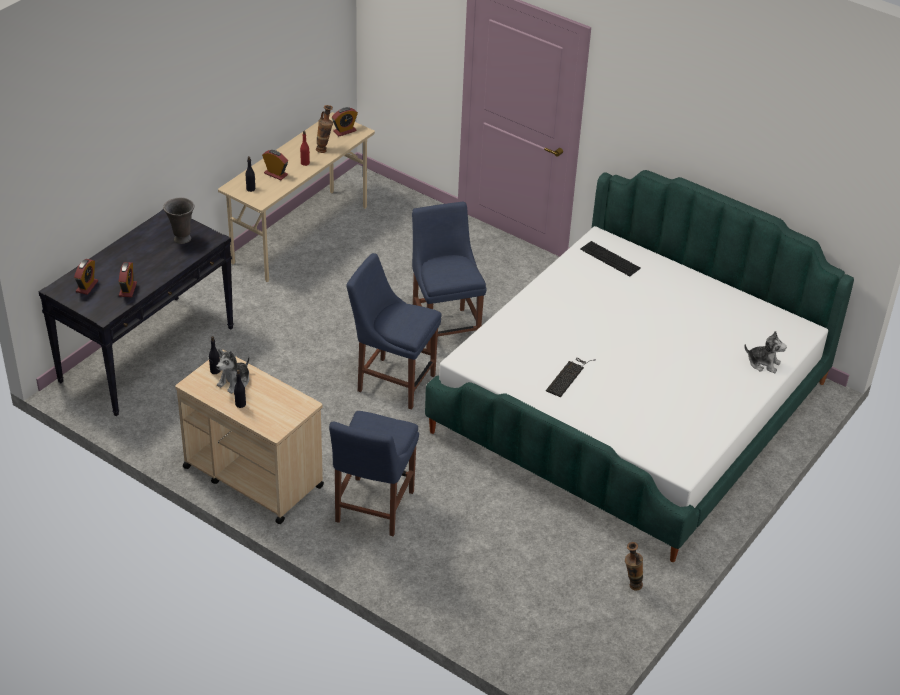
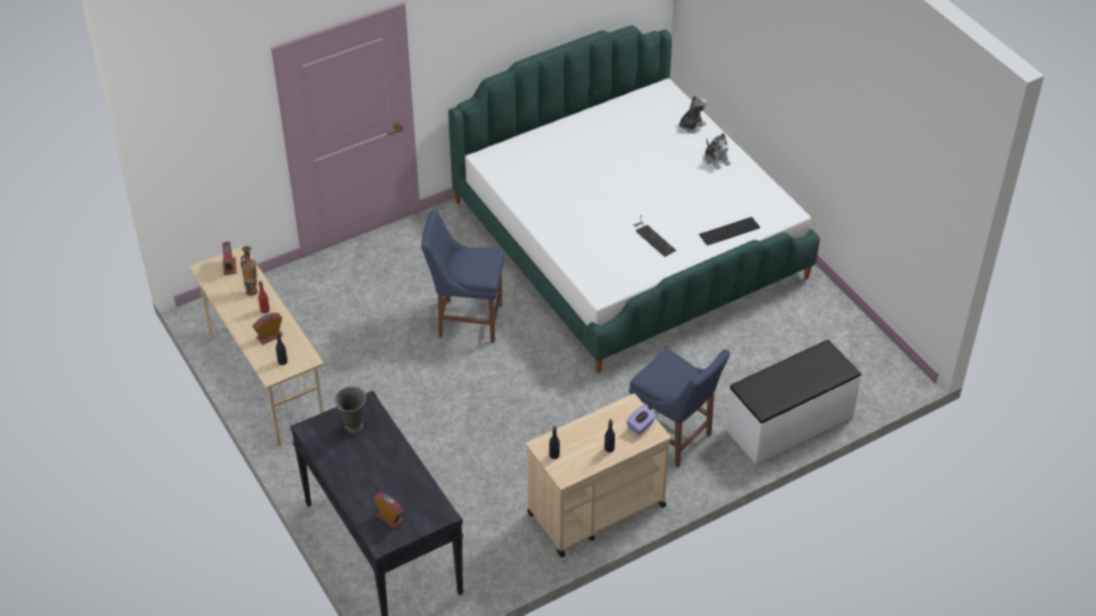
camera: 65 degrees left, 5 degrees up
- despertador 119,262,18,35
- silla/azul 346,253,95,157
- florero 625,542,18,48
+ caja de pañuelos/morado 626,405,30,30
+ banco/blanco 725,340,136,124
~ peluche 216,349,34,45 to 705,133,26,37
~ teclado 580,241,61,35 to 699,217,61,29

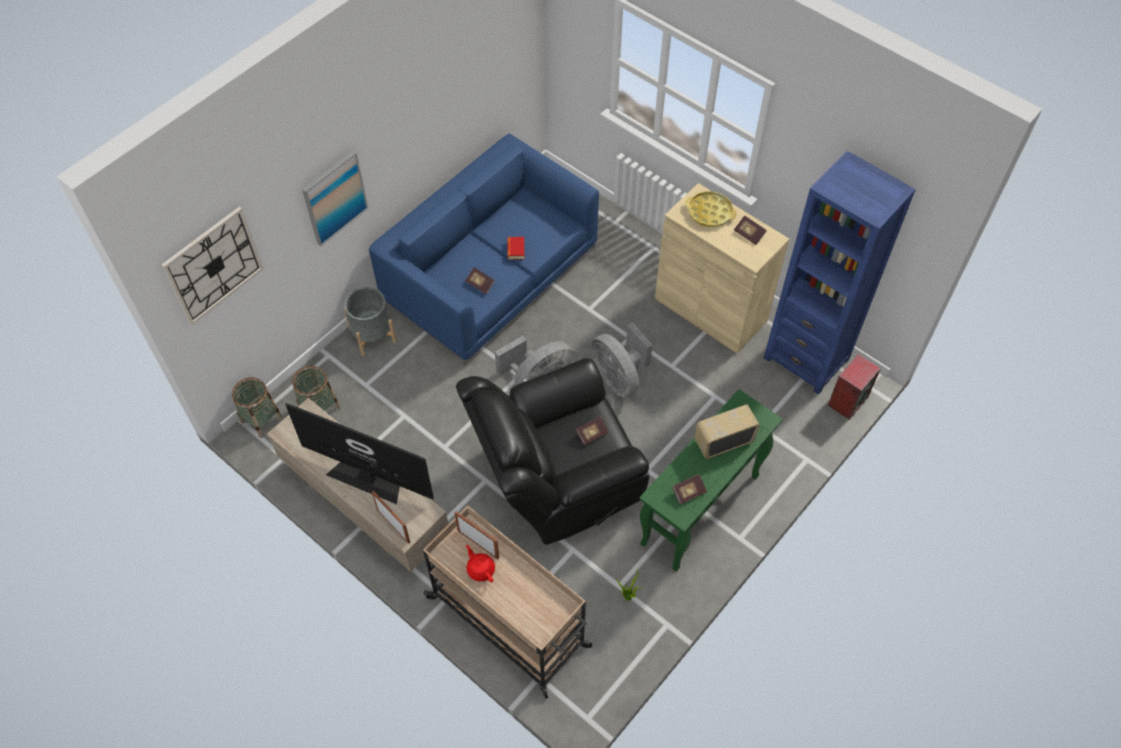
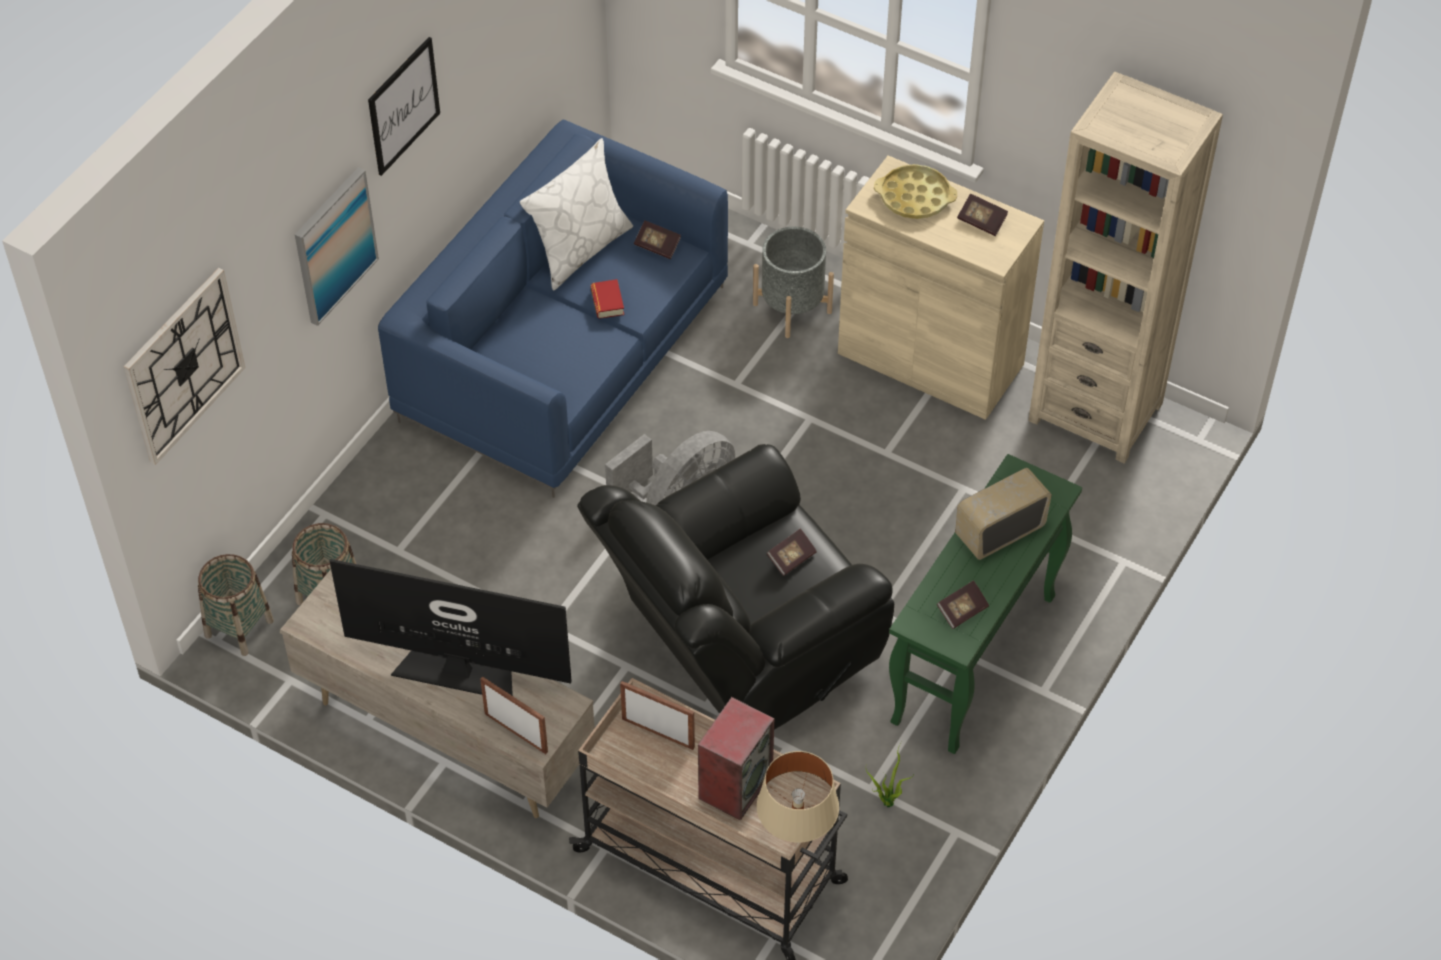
camera: 10 degrees left, 5 degrees down
- tetera/rojo 466,545,29,37
- ventilador/gris 591,322,62,75
+ cuadro 368,37,72,139
+ cojín/blanco 520,138,113,152
+ lámpara de mesa/beis 757,751,82,92
~ maceta/gris 344,287,52,69 to 753,227,81,111
~ libro 465,267,30,27 to 634,221,47,38
~ altavoz 828,354,53,66 to 698,697,76,124
~ estantería/azul 764,151,152,244 to estantería/beis 1028,71,195,392

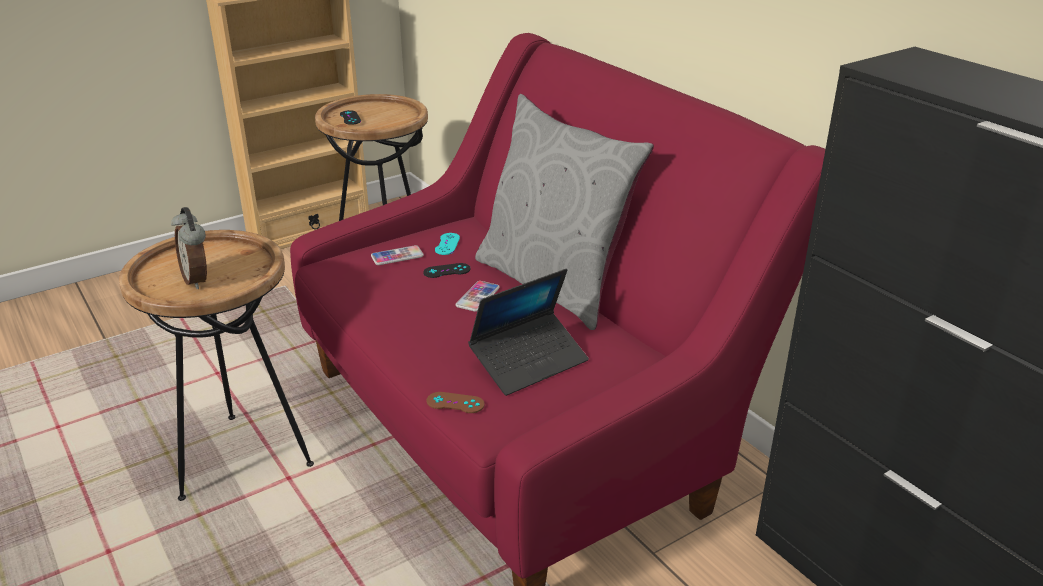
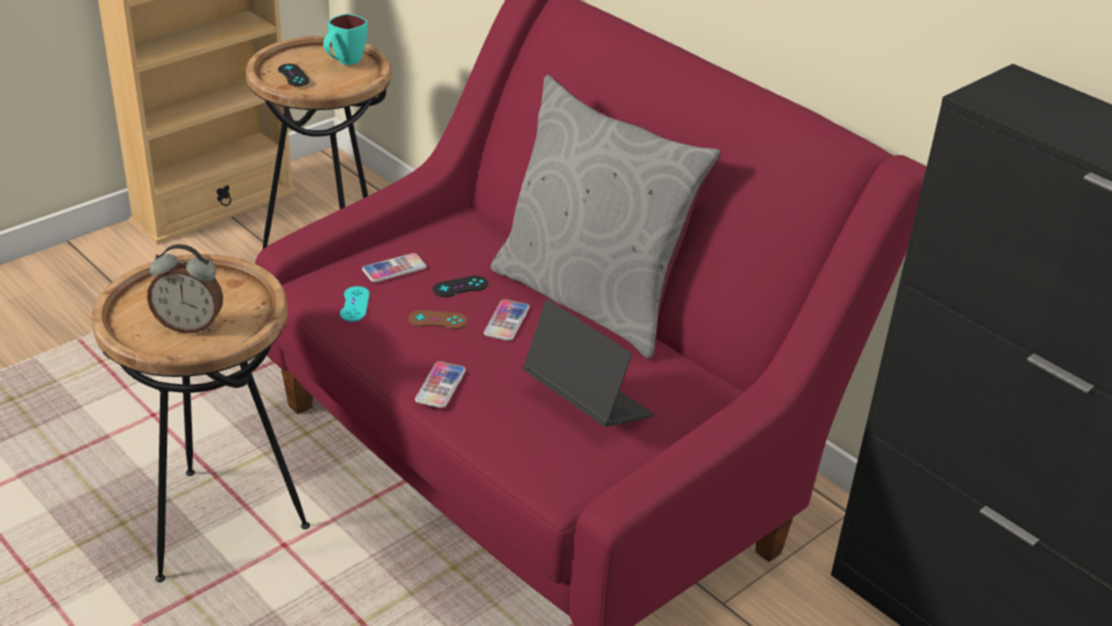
camera: 10 degrees left, 5 degrees up
+ taza grande/turquesa 323,14,44,51
+ móvil 415,361,51,47
~ mando de consola/marrón 426,392,59,21 to 408,310,59,20
~ mando de consola/turquesa 435,233,25,22 to 340,286,30,36
~ despertador 171,207,36,82 = 147,244,76,89 45 degrees counterclockwise
~ portátil 468,269,121,127 = 523,299,131,128 90 degrees counterclockwise

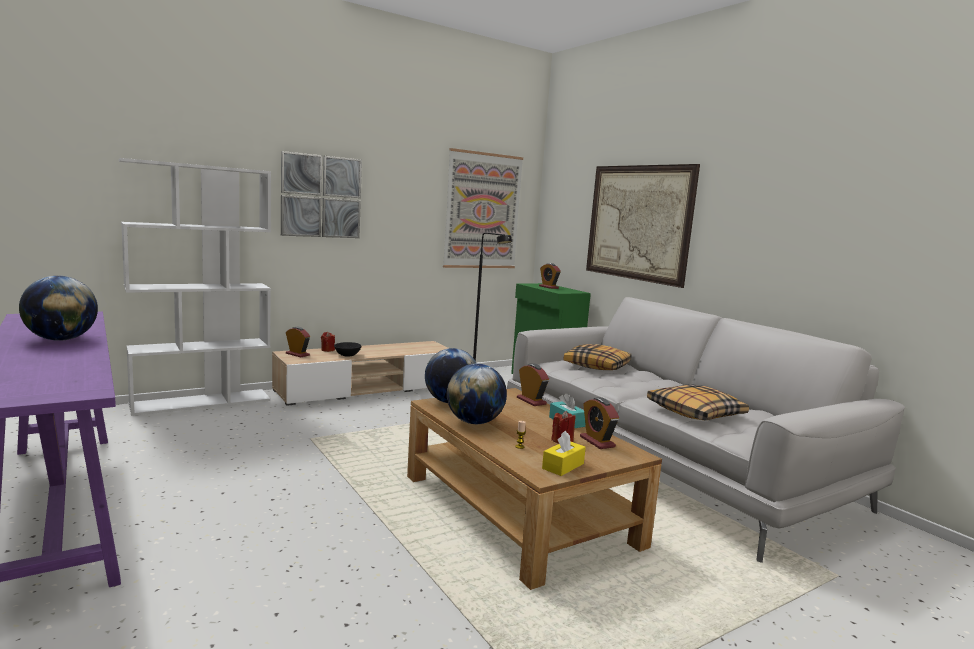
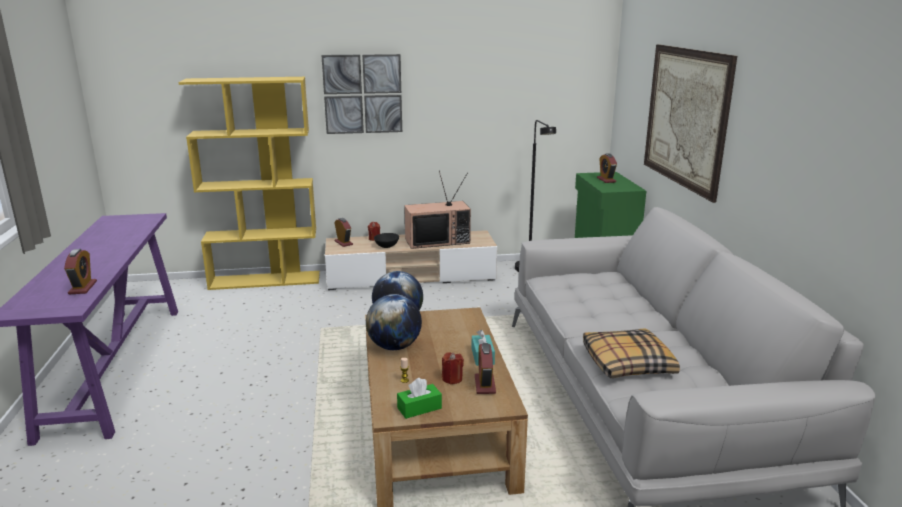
camera: 25 degrees right, 10 degrees up
- globo terráqueo 19,276,79,65
- cuadro 443,148,80,120
- cojín 563,344,69,26
+ televisor 404,171,67,78
~ despertador 517,364,32,42 to 64,249,33,45
~ estantería/blanco 119,158,152,258 to estantería/amarillo 179,77,141,213
~ caja de pañuelos/amarillo 542,431,44,45 to caja de pañuelos/verde 397,378,45,41

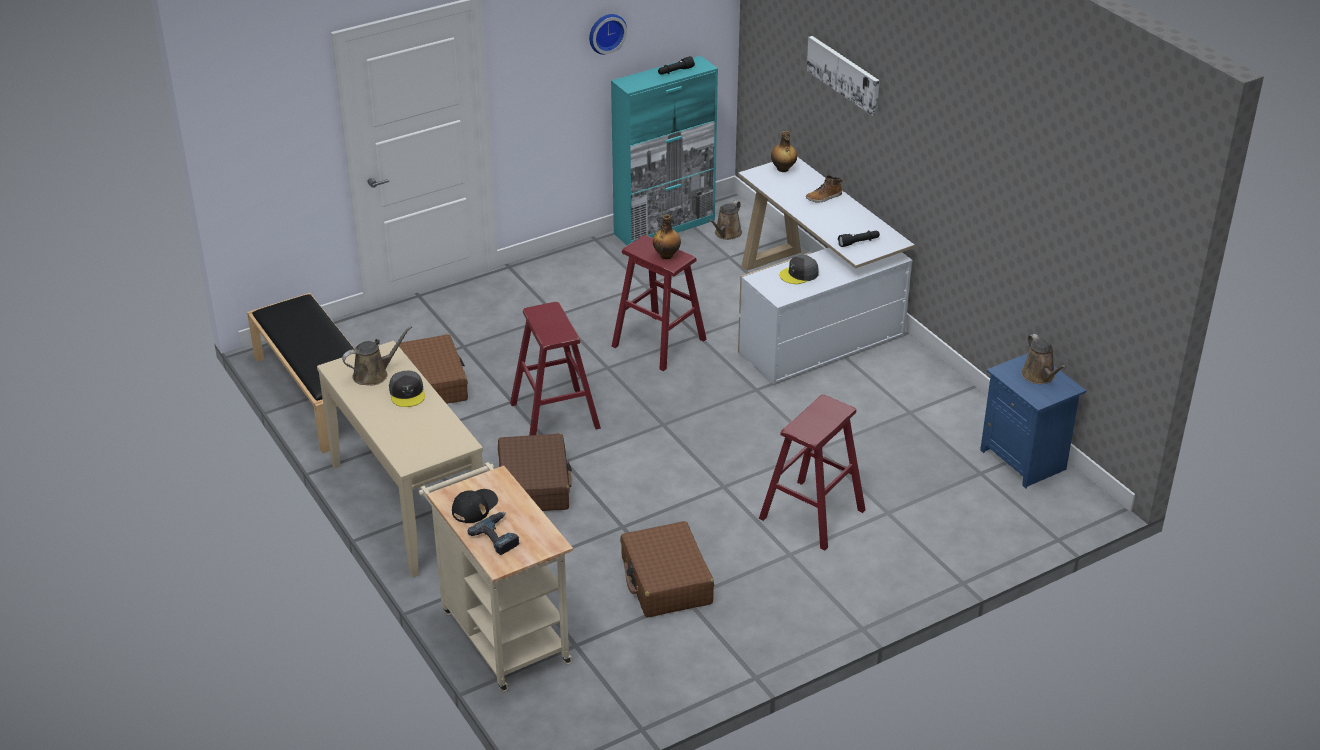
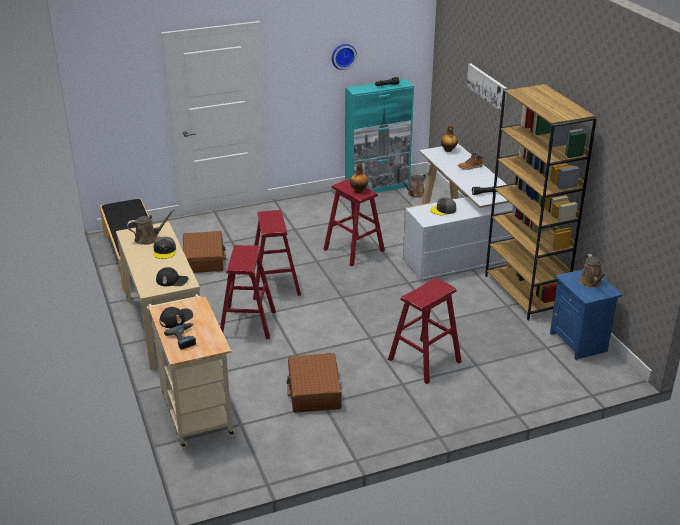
camera: 10 degrees right, 5 degrees down
+ gorra/negro 156,267,32,19
+ estantería/marrón 485,84,112,236
~ maleta/marrón 498,433,74,78 to taburete/rojo 220,245,56,94

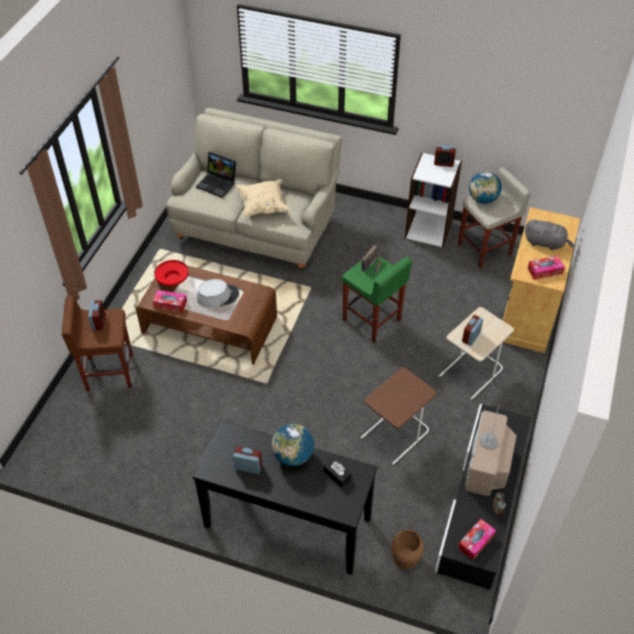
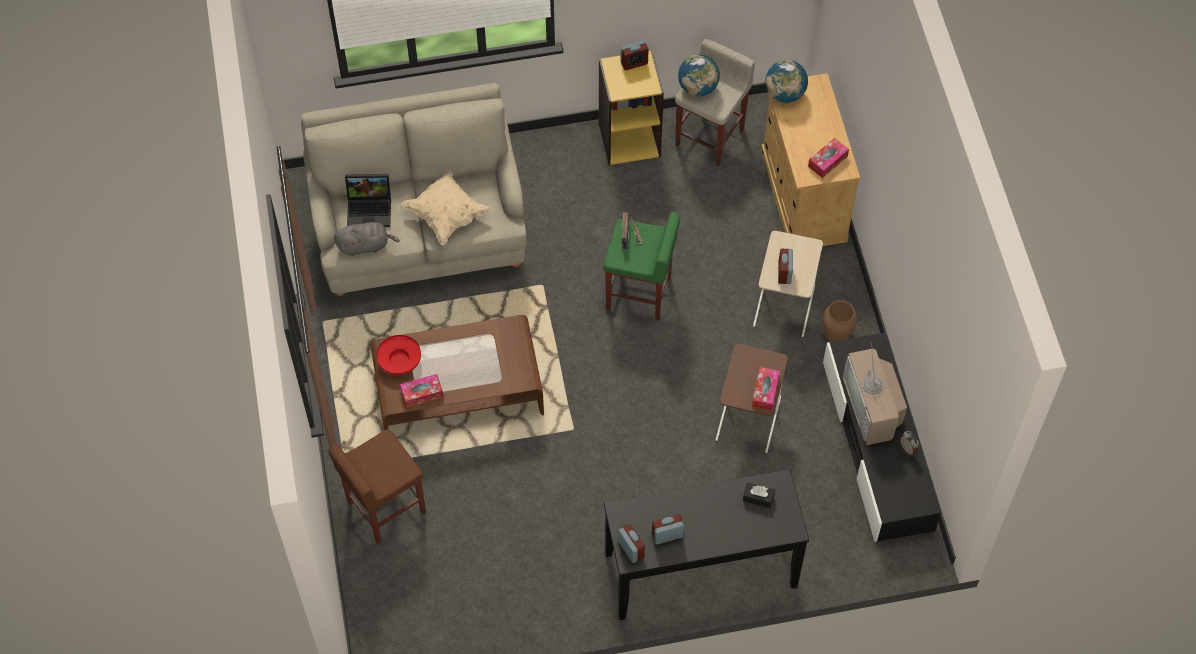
camera: 30 degrees left, 10 degrees up
- sombrero/gris 197,279,42,29
~ despertador 88,300,17,30 to 618,524,27,39
~ globo terráqueo 272,424,42,42 to 765,60,43,43
~ florero/marrón 391,529,33,41 to 823,300,34,42
~ caja de pañuelos 458,519,38,41 to 752,367,28,44
~ peluche/gris 525,220,50,30 to 334,222,66,34
~ estantería/blanco 405,153,57,94 to estantería/amarillo 599,50,65,115

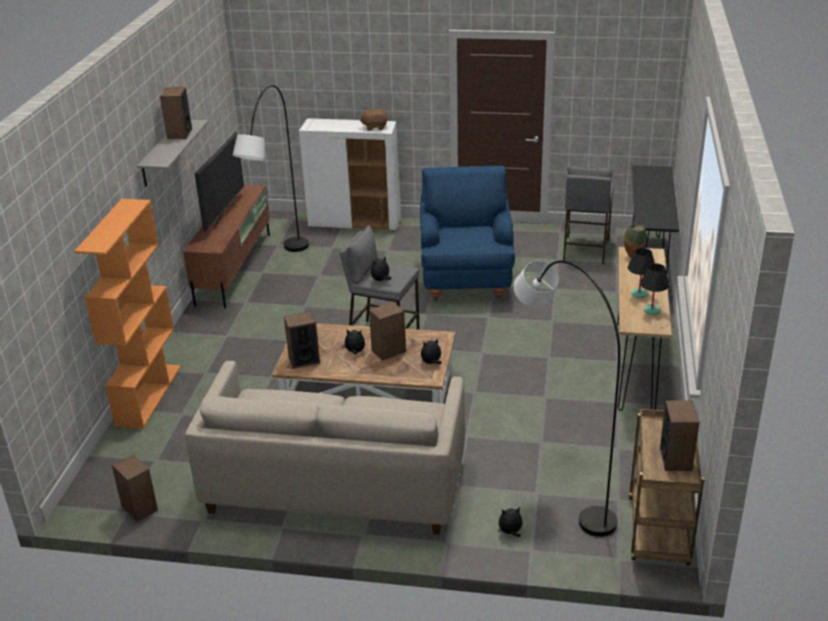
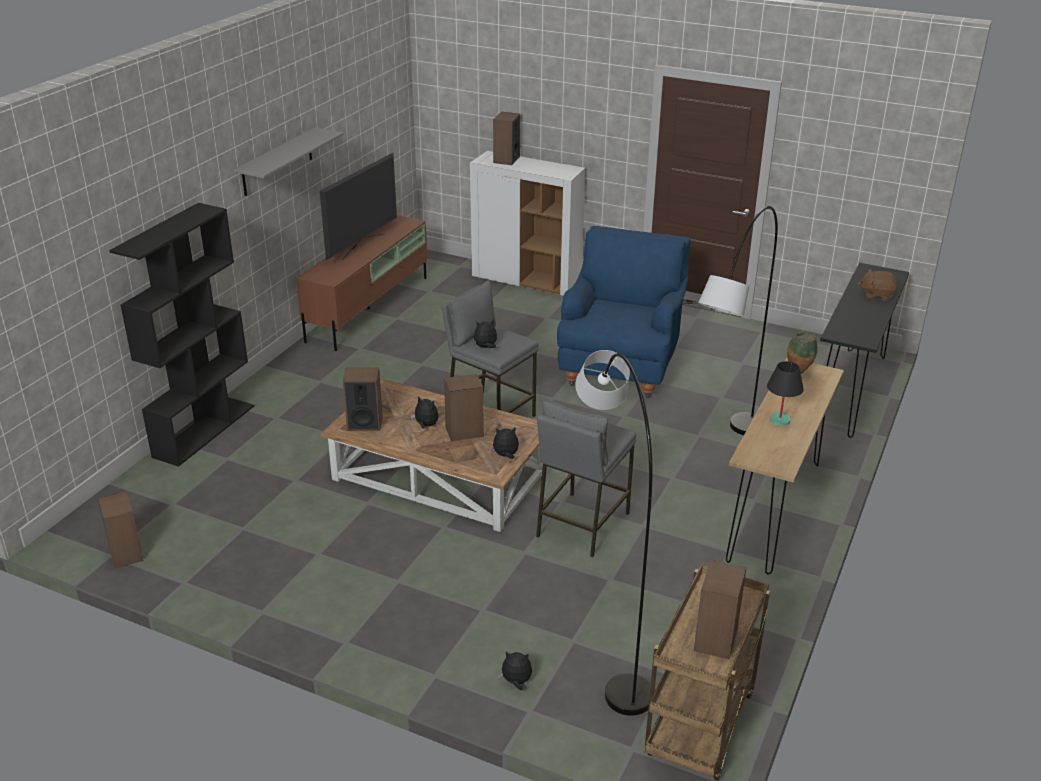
camera: 15 degrees right, 0 degrees up
- sofá/beis 185,361,280,174
- lámpara de mesa/negro 640,263,29,52
~ altavoz 160,87,32,52 to 493,112,27,53
~ lámpara de pie/gris 232,85,77,167 to 698,206,80,229
~ peluche/marrón 360,109,28,22 to 858,269,40,32
~ taburete/gris 563,166,51,98 to 536,400,100,157
~ estantería/naranja 74,199,107,230 to estantería/negro 109,203,145,264

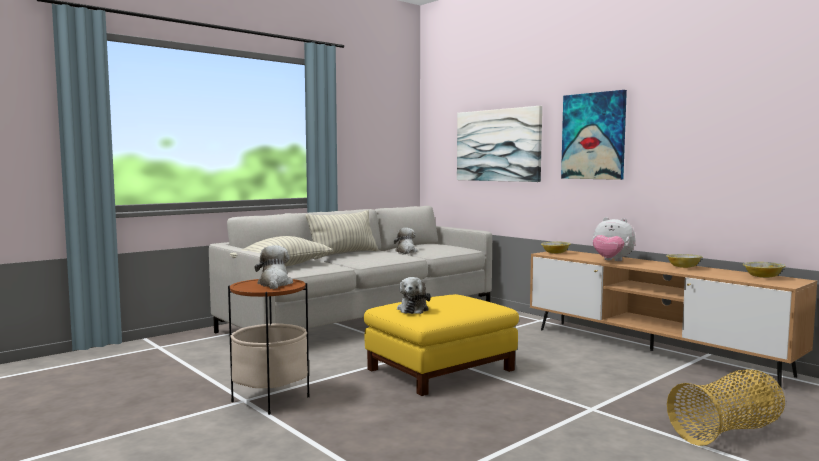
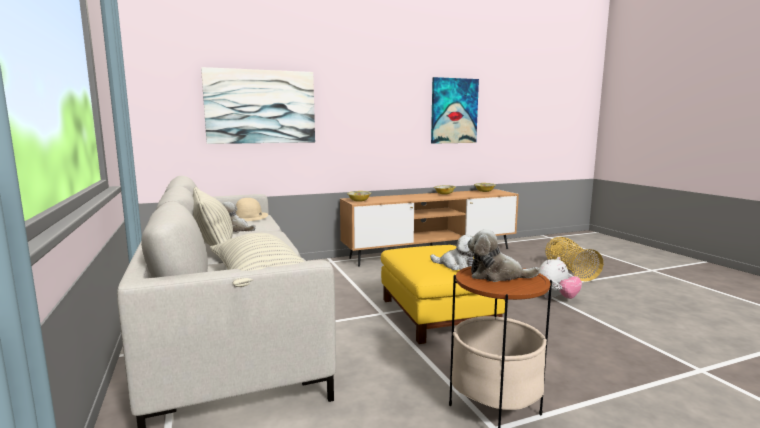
camera: 70 degrees left, 5 degrees up
+ sombrero/beis 236,198,32,23
~ cuadro 561,90,66,90 to 431,77,48,67
~ peluche 592,217,43,44 to 539,257,43,42

